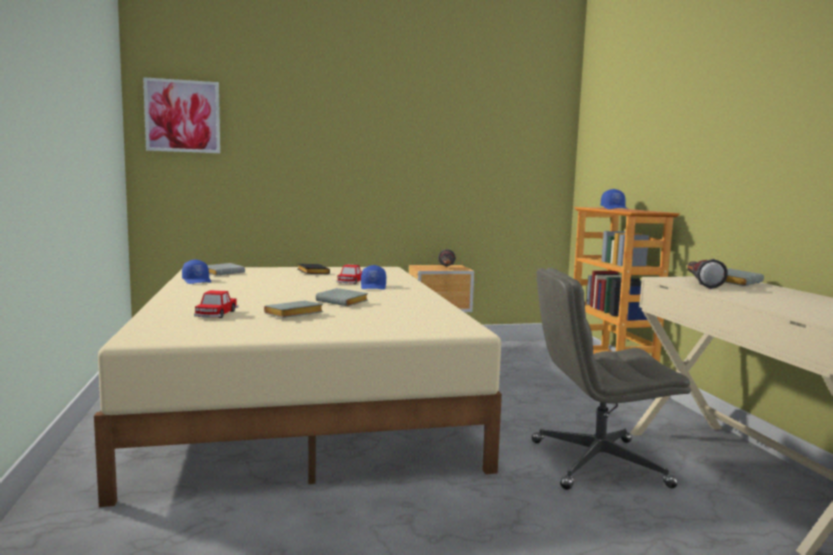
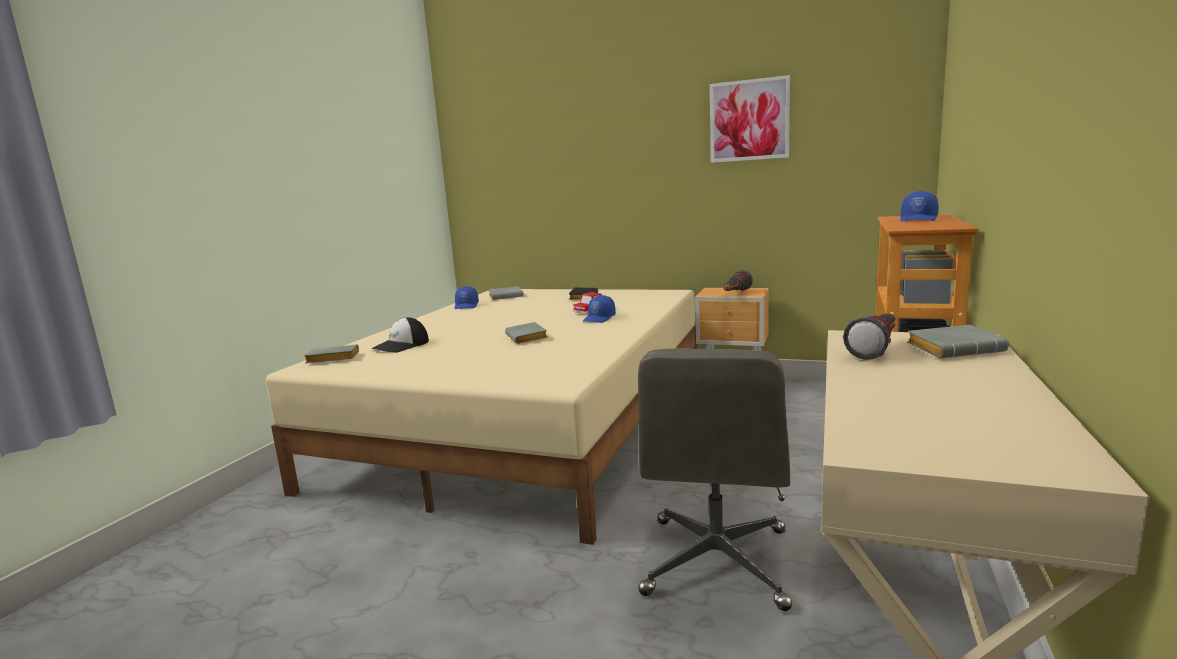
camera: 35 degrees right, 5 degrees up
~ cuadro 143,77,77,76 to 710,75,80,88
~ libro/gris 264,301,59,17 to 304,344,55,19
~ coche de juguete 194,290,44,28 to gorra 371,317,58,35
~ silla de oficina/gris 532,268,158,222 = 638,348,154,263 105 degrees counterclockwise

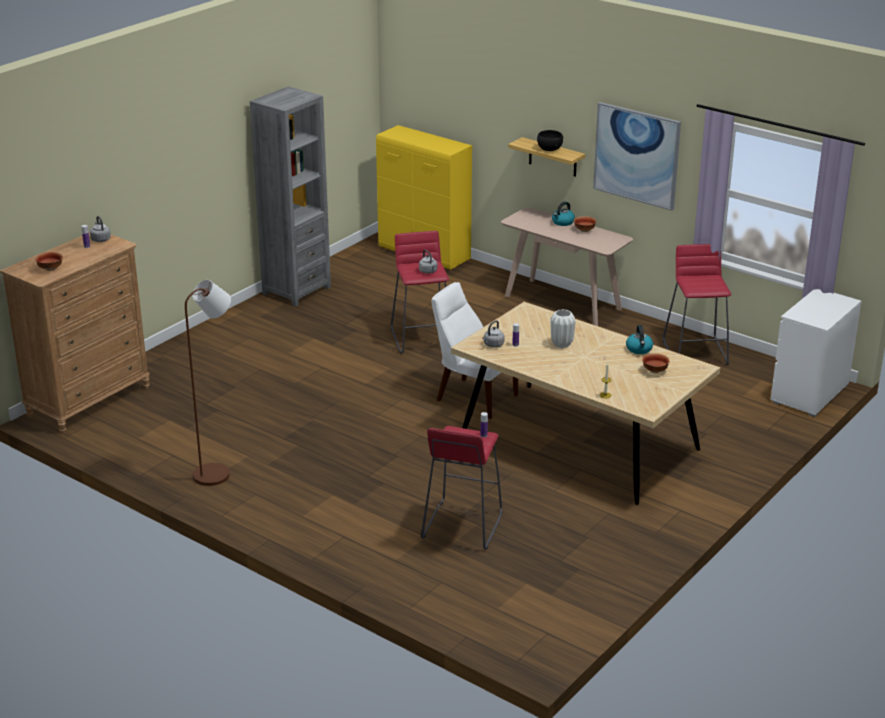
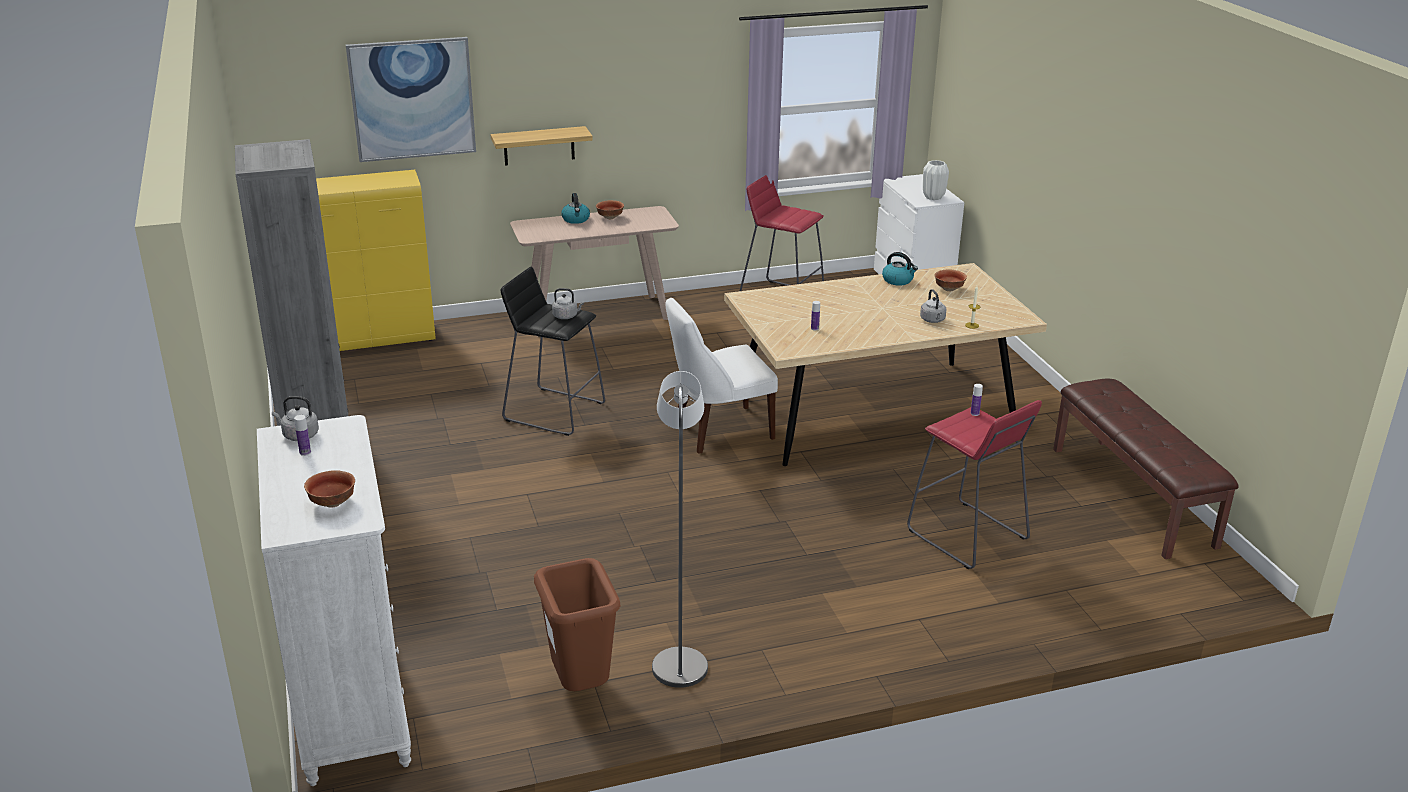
camera: 55 degrees left, 0 degrees up
- cuenco/negro 537,130,26,21
+ papelera/marrón 534,558,87,133
+ banco/marrón 1053,379,185,180
~ hervidor/gris 482,320,23,28 to 920,289,26,34
~ florero/blanco 551,309,25,39 to 923,160,26,40
~ cuadro 593,102,88,109 to 346,37,130,125
~ cómoda/marrón 0,232,150,201 to cómoda/blanco 257,415,154,371
~ lámpara de pie/marrón 185,280,46,206 to lámpara de pie/gris 652,371,56,317
~ taburete/rojo 391,231,58,123 to taburete/negro 501,267,104,169

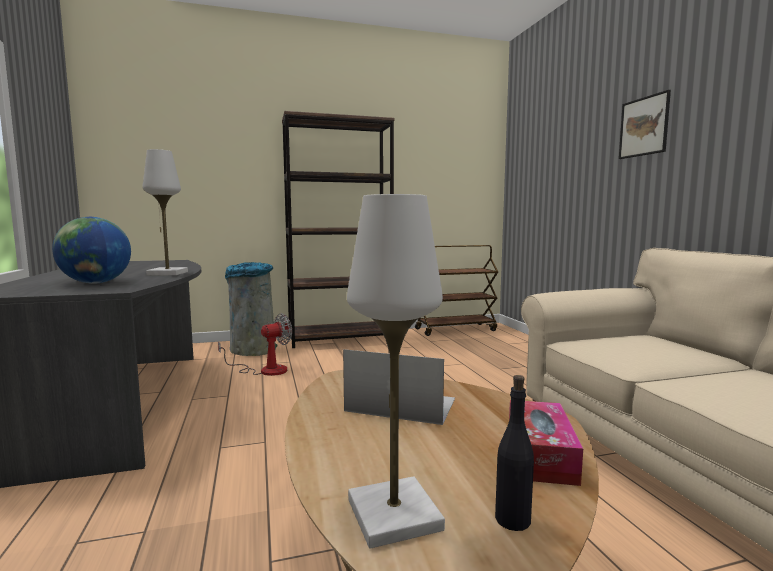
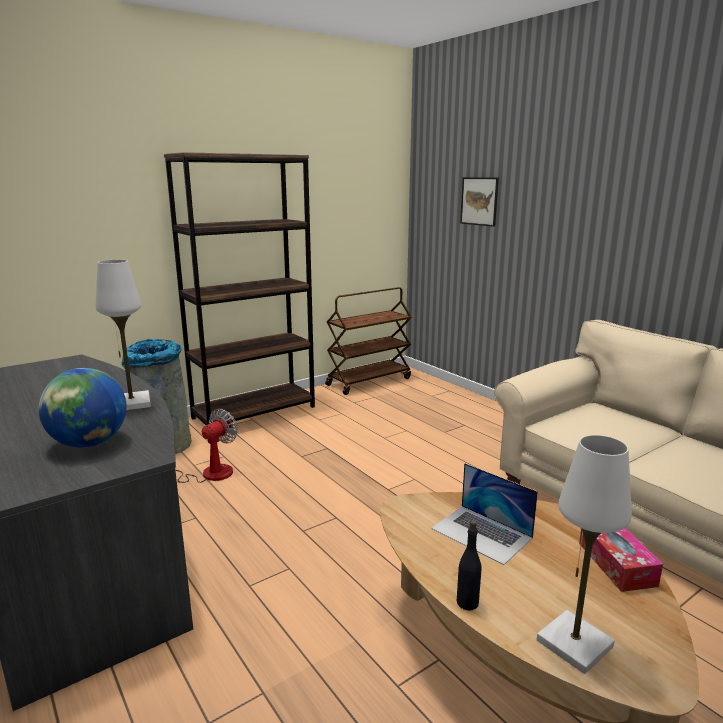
camera: 20 degrees left, 10 degrees up
~ botella/negro 495,375,39,156 to 457,520,25,90
~ cuadro 619,90,52,69 to 460,177,39,50
~ portátil 343,349,112,76 = 431,463,107,102 135 degrees counterclockwise

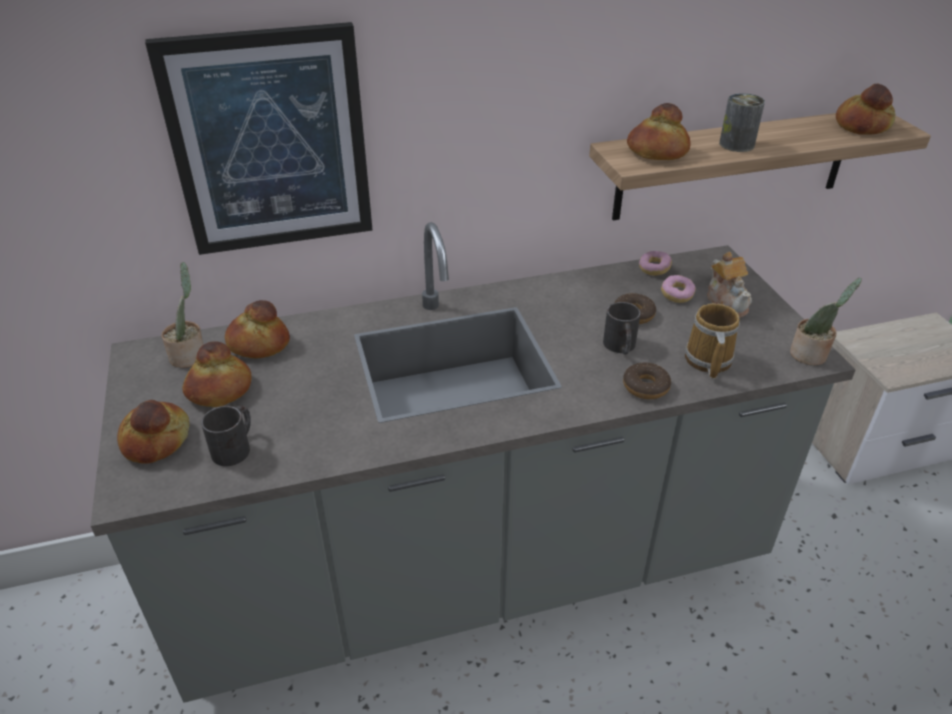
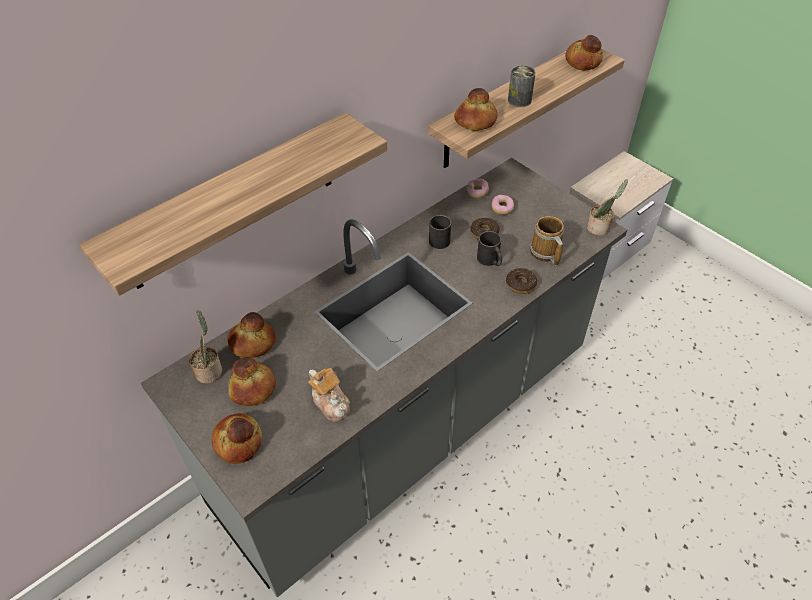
camera: 25 degrees left, 10 degrees up
~ taza grande/negro 201,405,50,61 to 429,214,22,35
~ tetera 707,252,45,66 to 308,368,42,54
~ cuadro 145,22,227,233 to estante 80,113,307,183

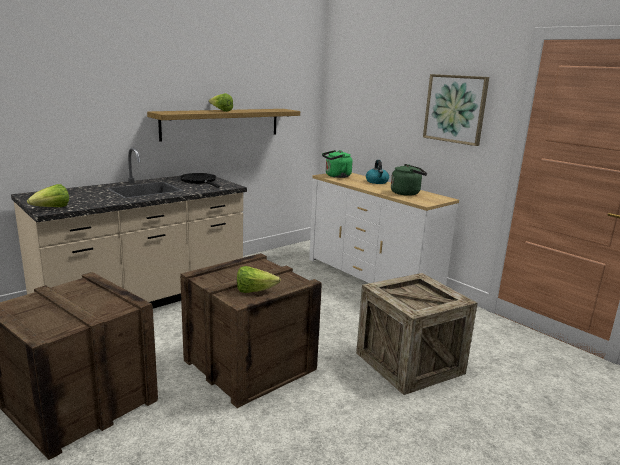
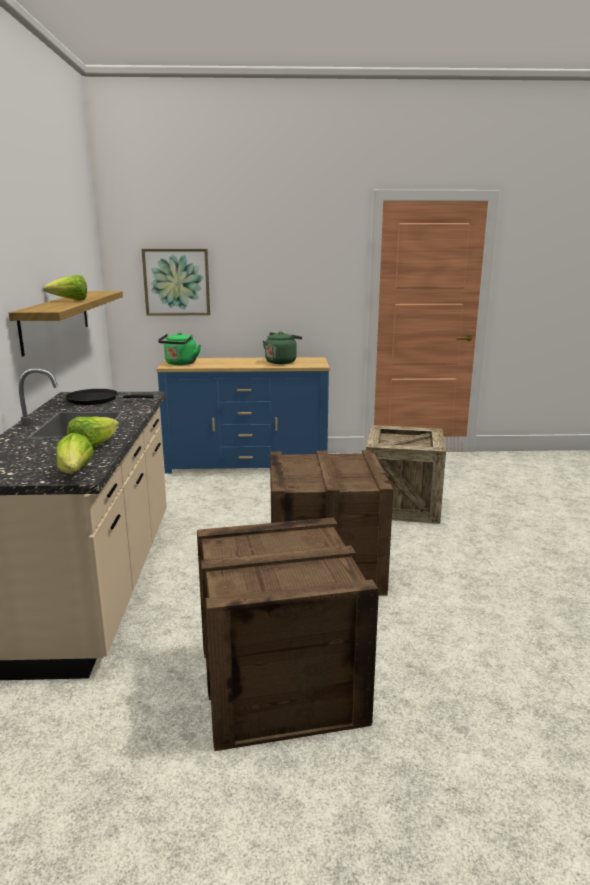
camera: 50 degrees left, 0 degrees up
- hervidor 366,160,23,24
~ lechuga 237,266,44,27 to 67,417,52,30
~ cuadro 423,74,66,72 to 141,249,69,67
~ cómoda/blanco 309,173,150,112 to cómoda/azul 156,357,174,117

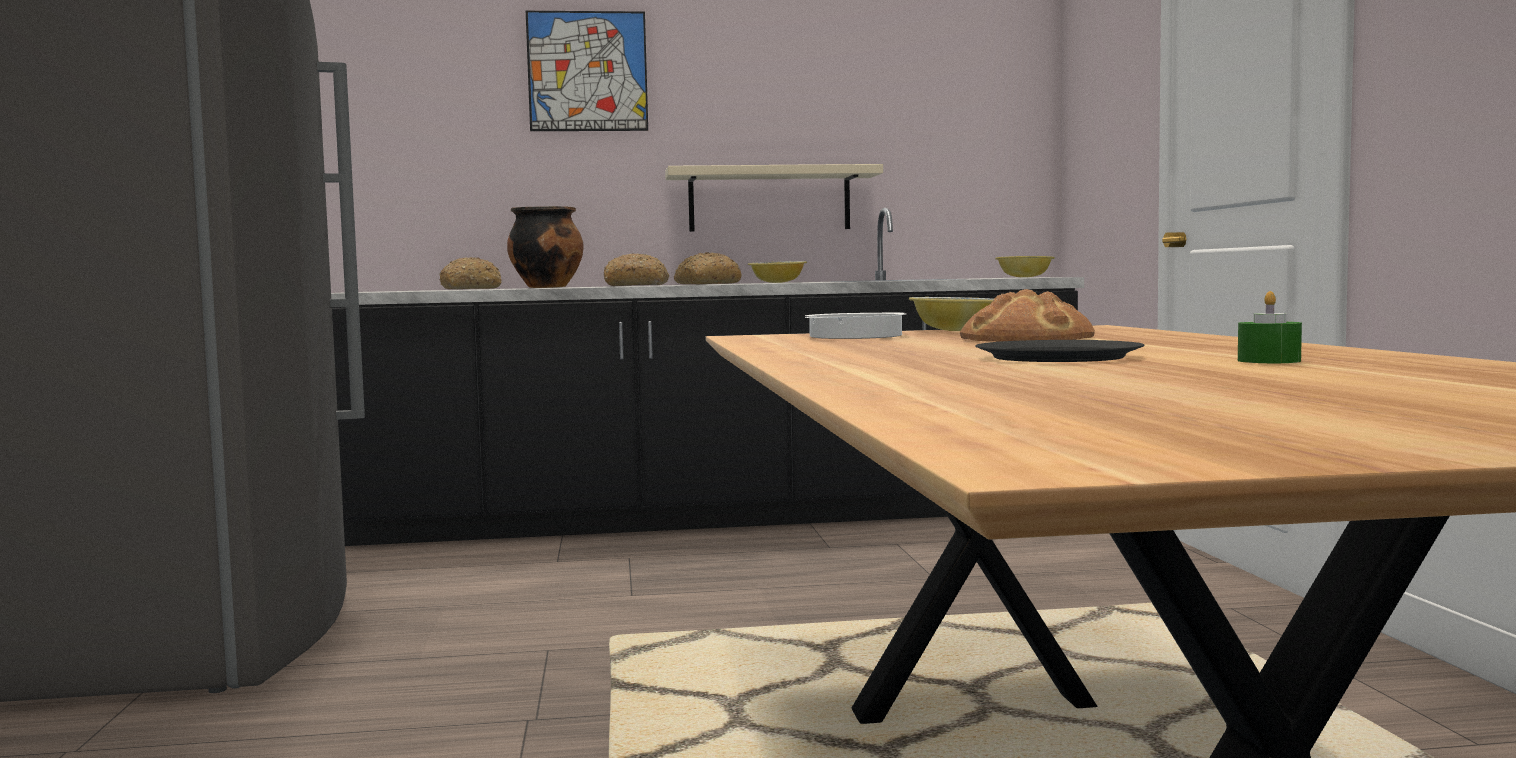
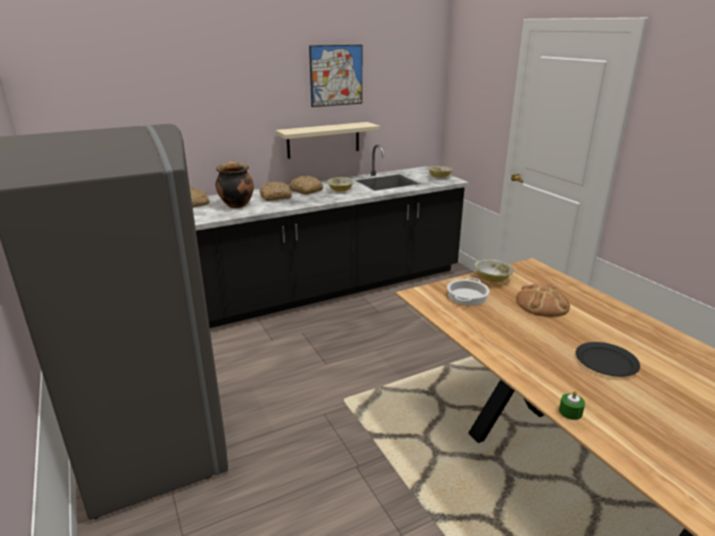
camera: 20 degrees left, 20 degrees up
~ cuadro 526,11,122,120 to 309,45,53,62
~ vela/verde 1238,291,64,72 to 559,391,26,29

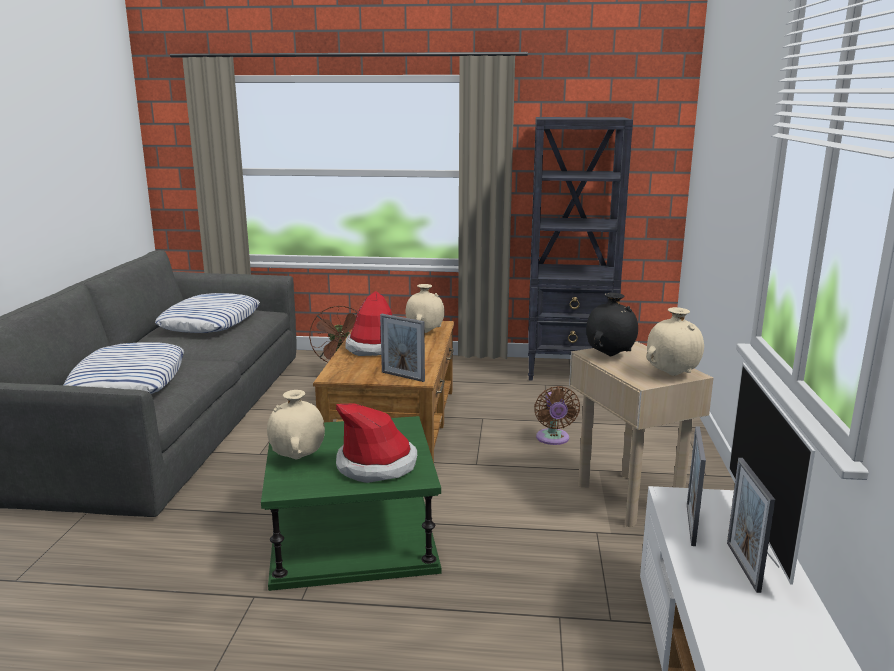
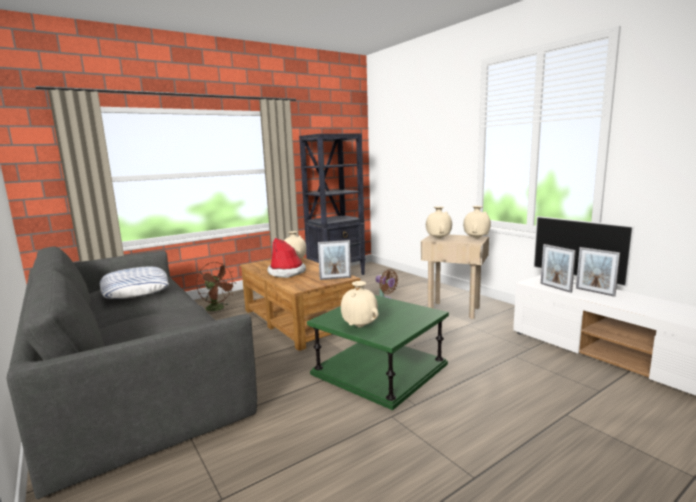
camera: 40 degrees left, 5 degrees down
- cojín 63,342,121,52
- sombrero 336,403,81,80
~ florero/negro 586,293,52,63 to florero/beis 426,206,26,33

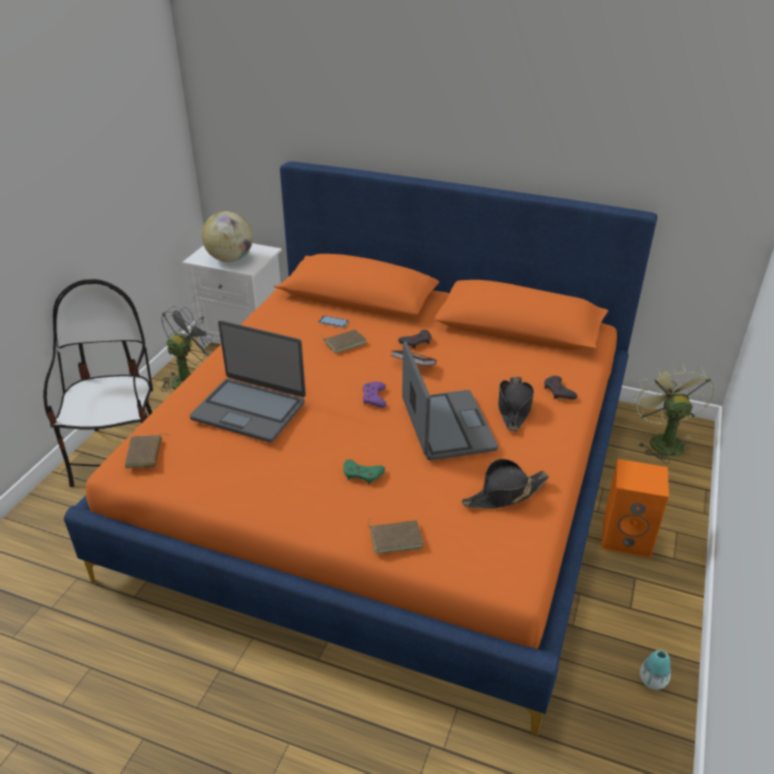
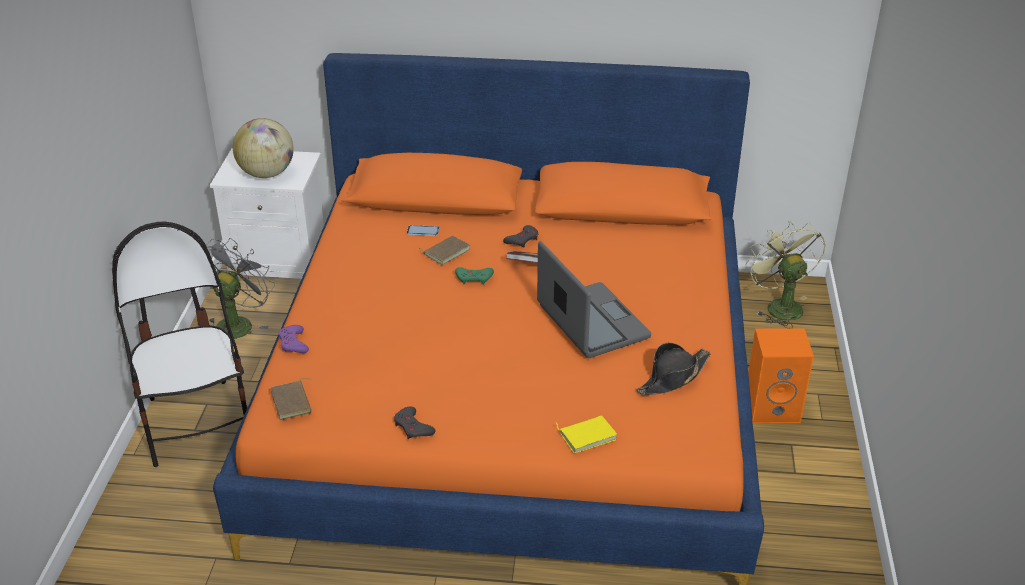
camera: 15 degrees left, 0 degrees up
- portátil 190,320,116,122
- sombrero/negro 498,377,36,54
- florero 640,650,31,40
~ mando de consola/verde 343,459,42,26 to 455,267,39,18
~ mando de consola/morado 363,382,24,26 to 278,325,31,28
~ mando de consola/gris 544,376,33,23 to 394,407,41,32
~ libro/marrón 368,518,56,36 to libro/amarillo 555,415,62,38

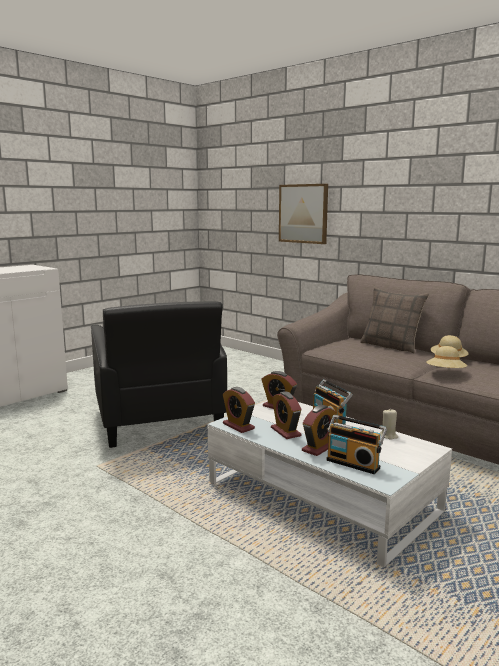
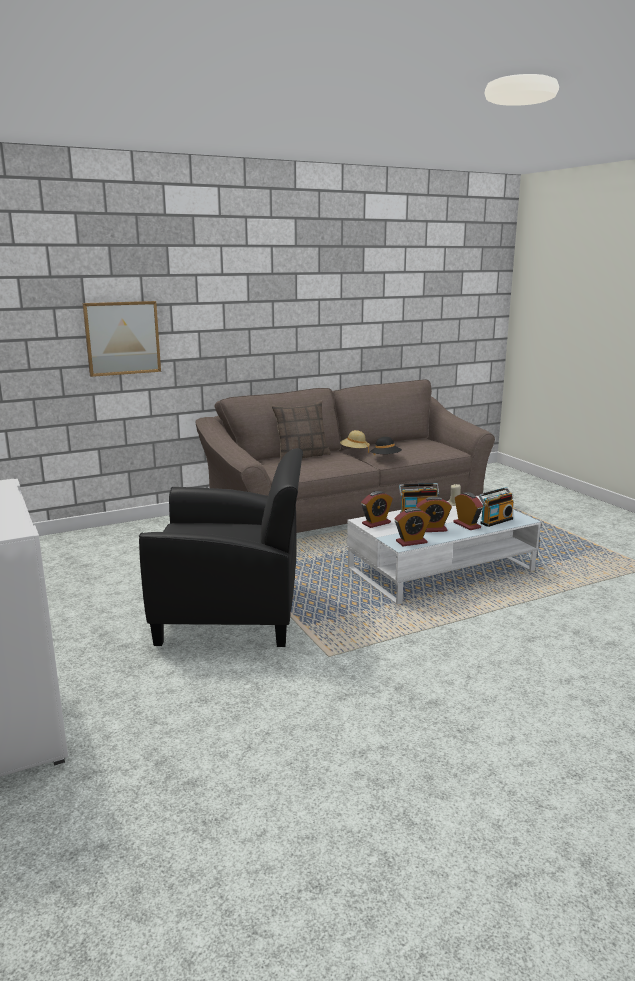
camera: 70 degrees left, 5 degrees up
~ sombrero/beis 426,346,41,22 to sombrero/negro 370,437,32,18

